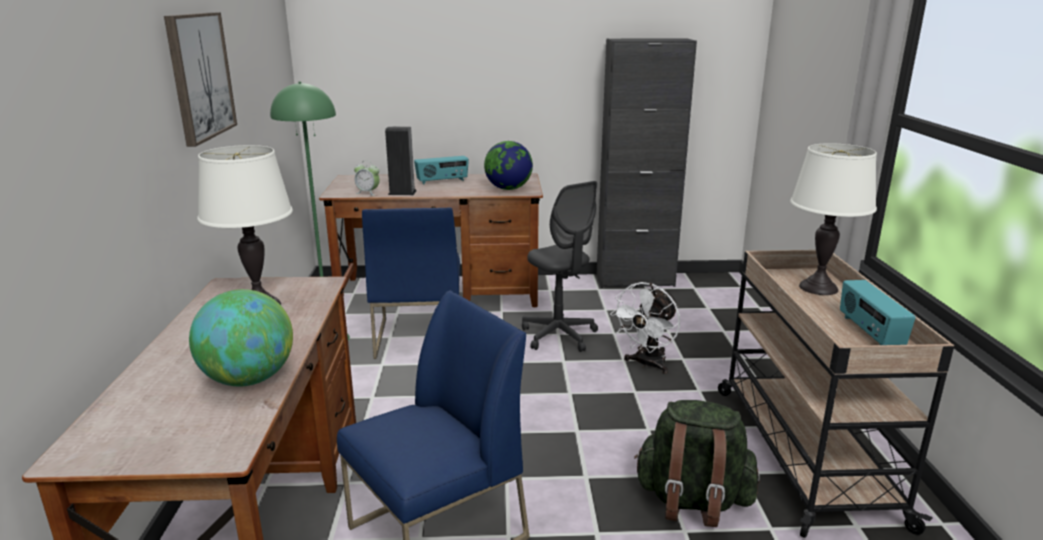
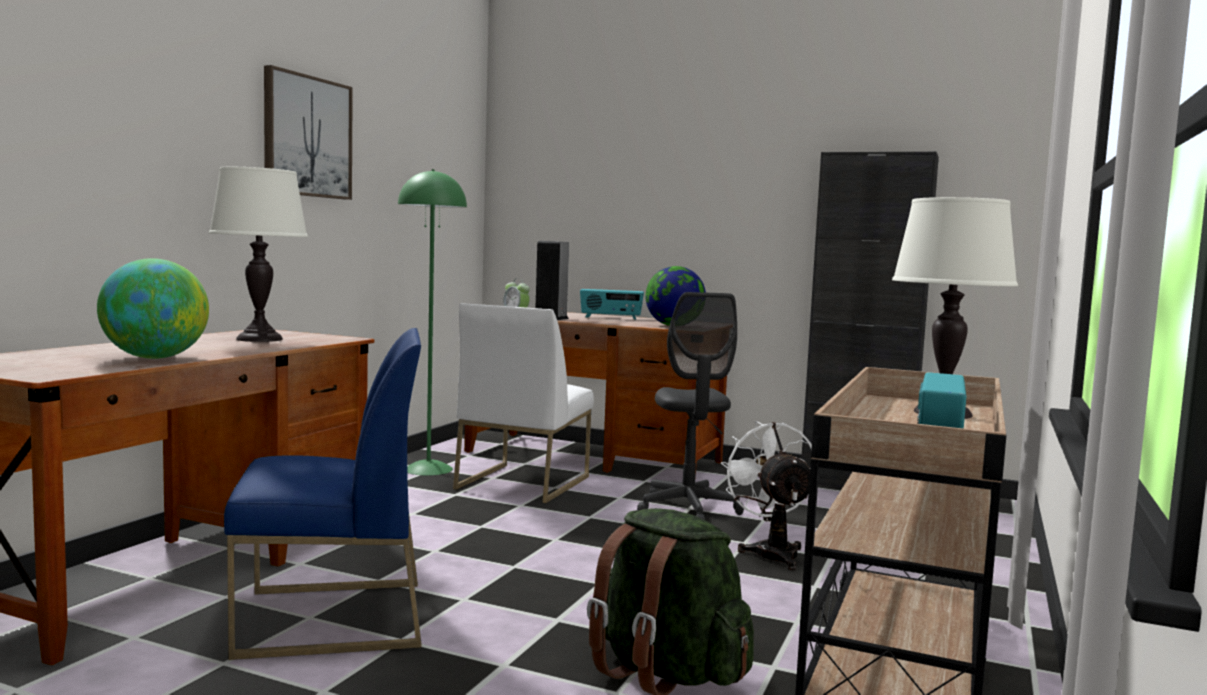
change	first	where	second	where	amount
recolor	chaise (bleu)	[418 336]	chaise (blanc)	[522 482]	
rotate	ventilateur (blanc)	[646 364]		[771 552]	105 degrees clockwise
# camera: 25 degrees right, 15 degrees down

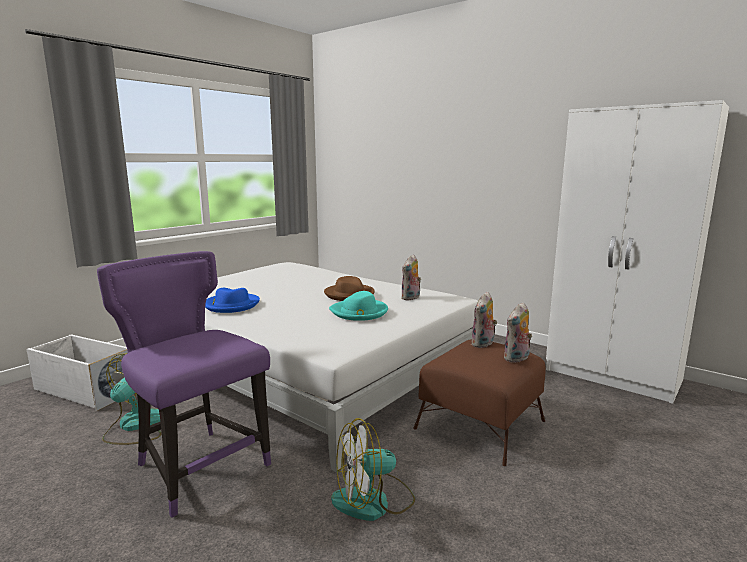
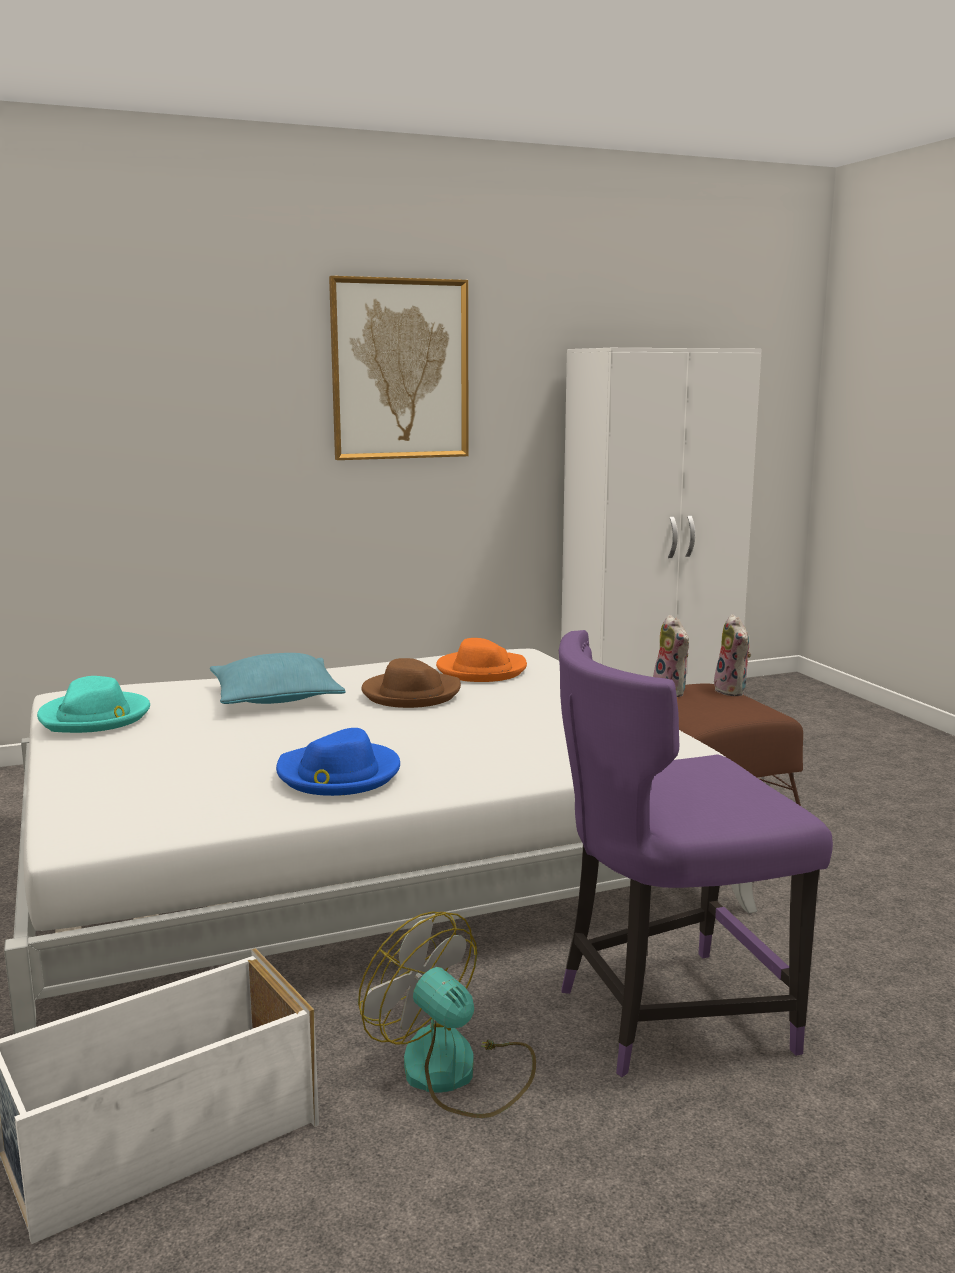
change	first	where	second	where	amount
move	chapeau (turquoise)	[359 312]		[95 717]	
insert			coussin (turquoise)	[276 697]	
insert			tableau	[400 369]	
replace	peluche	[411 298]	chapeau (orange)	[481 670]	
delete	ventilateur	[373 501]			
# camera: 60 degrees left, 0 degrees up

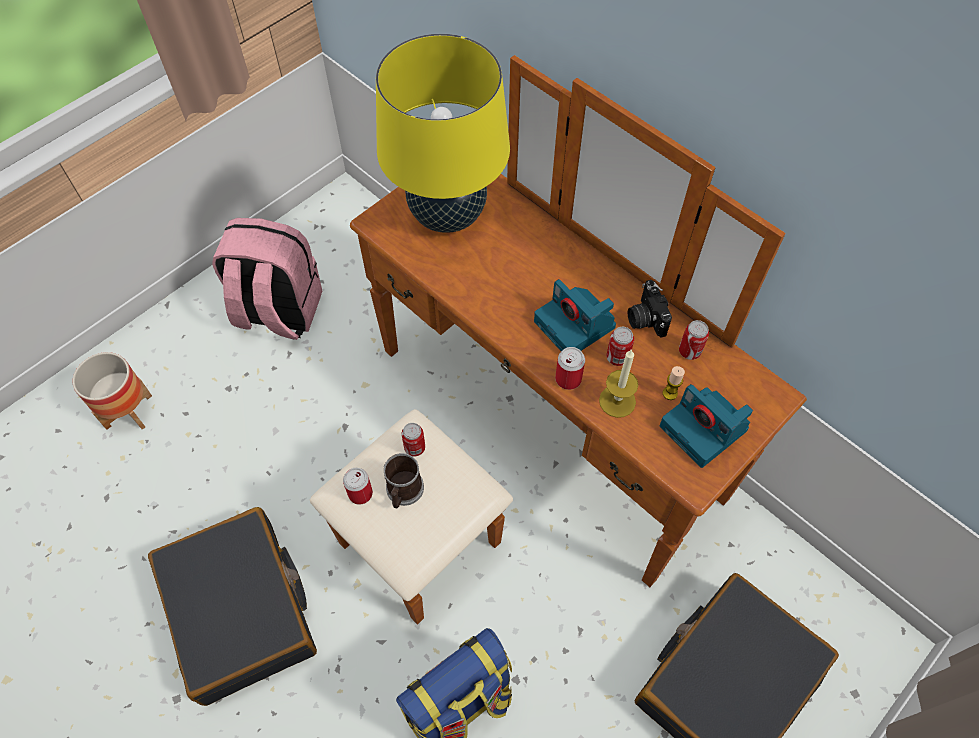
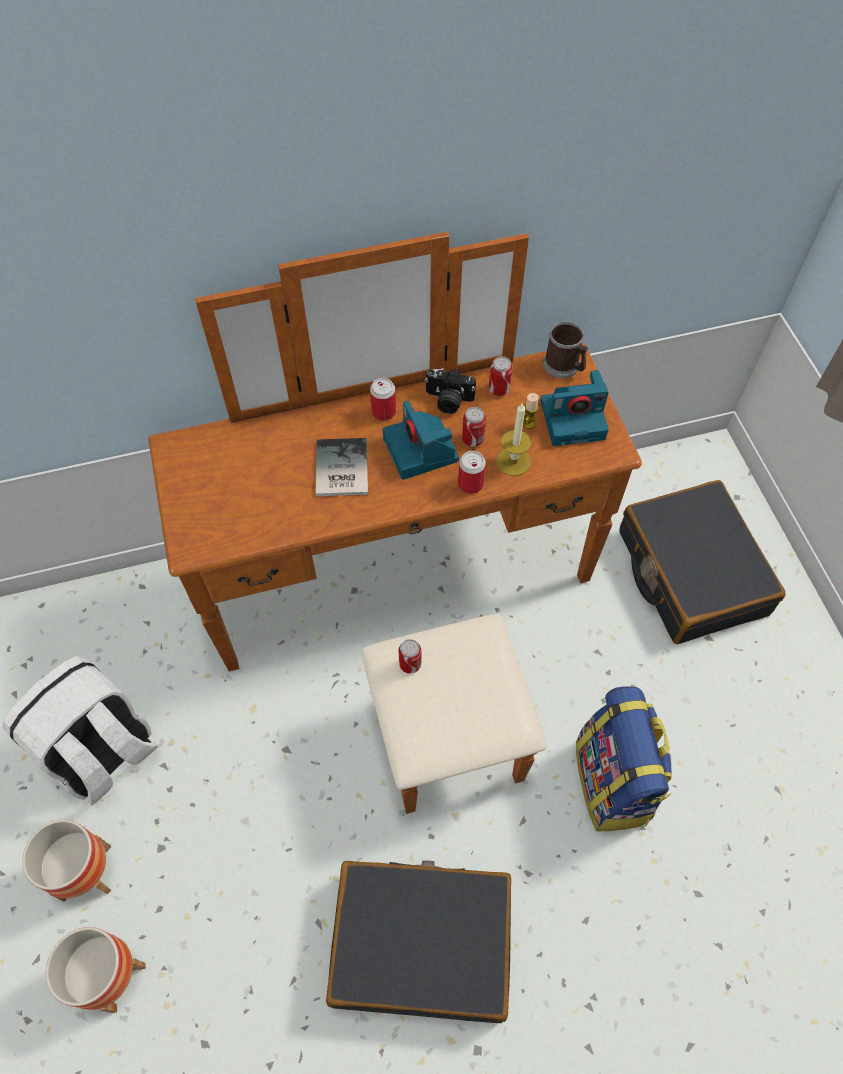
change	first	where	second	where	amount
recolor	sac à dos (rose)	[278 311]	sac à dos (blanc)	[103 753]	
insert			cache-pot	[86 872]	
insert			livre	[339 469]	
move	boîte métallique	[360 493]		[384 412]	
rotate	appareil photo	[576 325]		[422 451]	75 degrees clockwise
move	mug	[403 492]		[564 367]	
delete	lampe de table (jaune)	[447 214]			
# camera: 60 degrees left, 0 degrees up

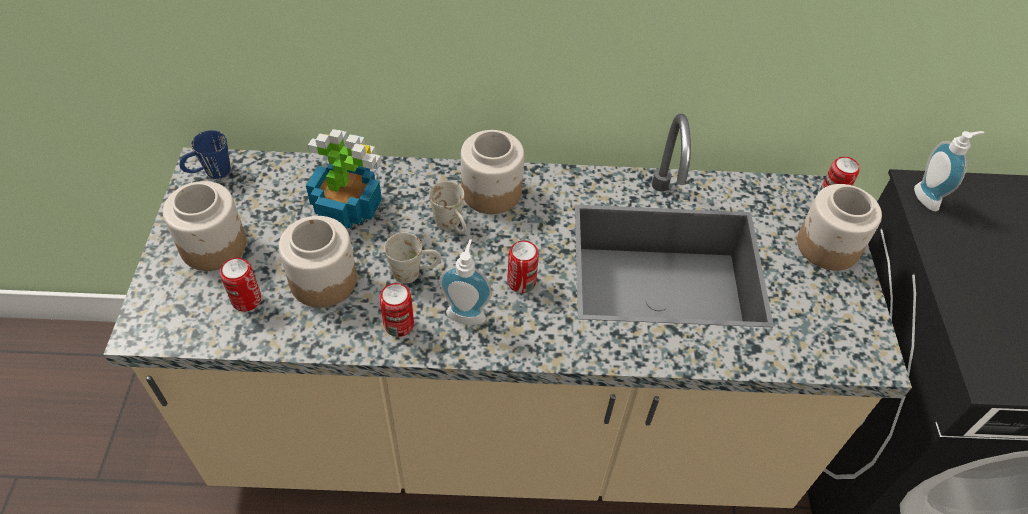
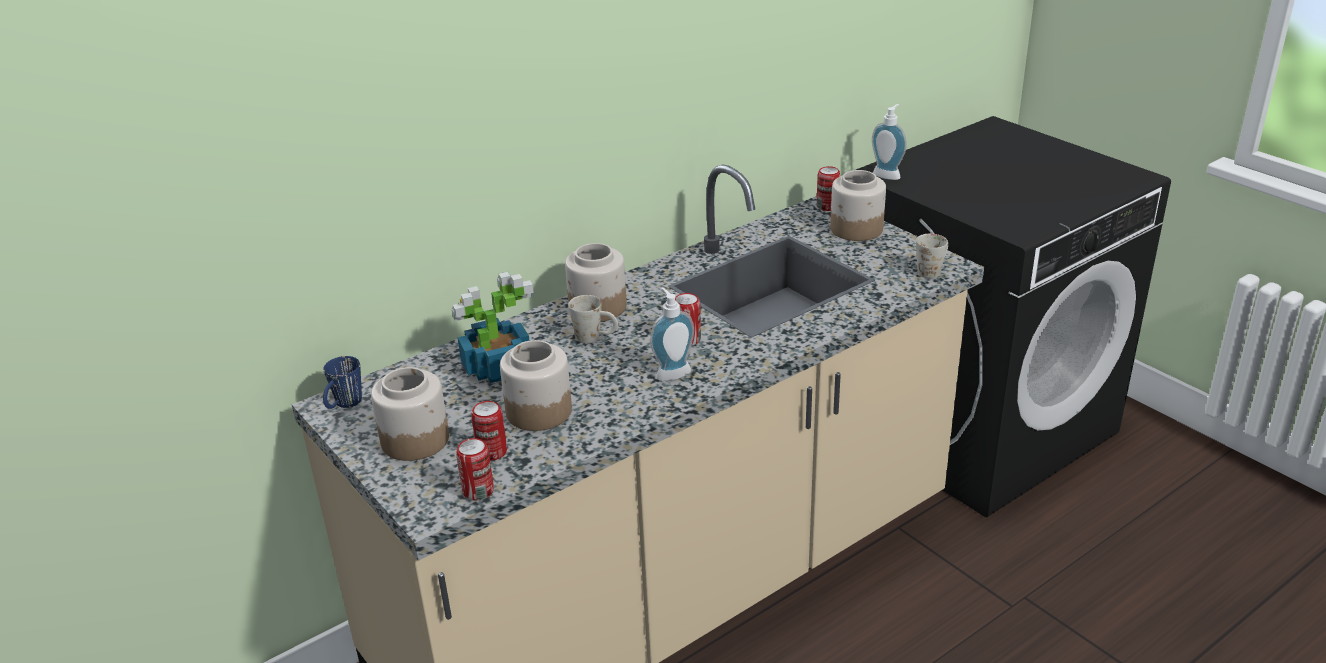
change	first	where	second	where	amount
move	boîte métallique	[399 325]		[478 491]	
move	mug (blanc)	[415 272]		[932 270]	
# camera: 35 degrees left, 20 degrees down

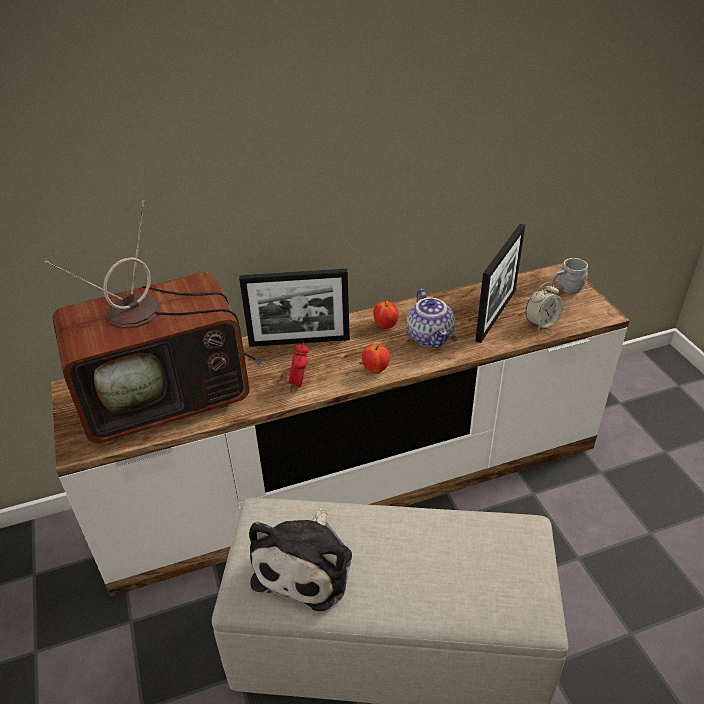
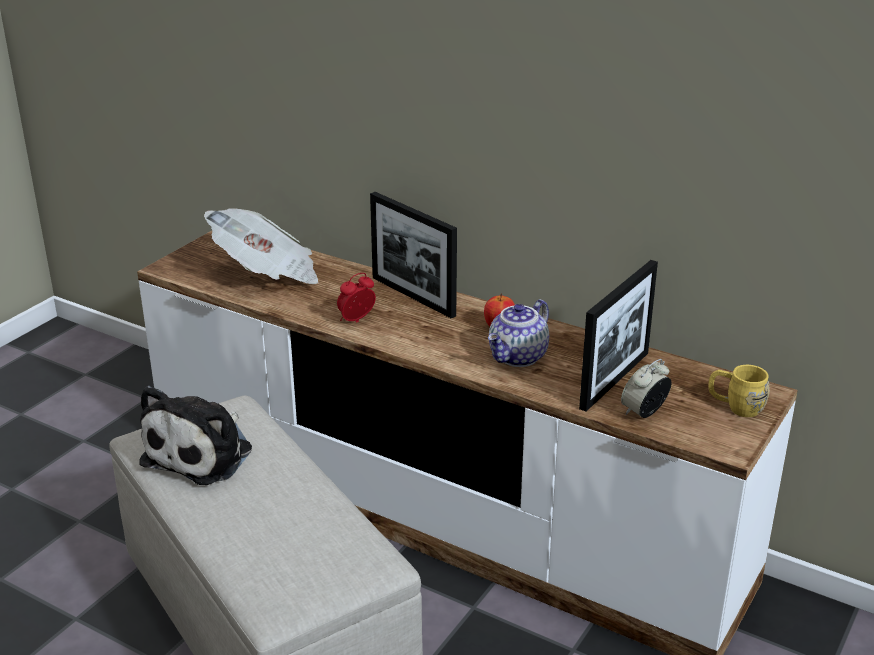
change	first	where	second	where	amount
rotate	peluche	[306 564]		[202 453]	45 degrees counterclockwise
replace	téléviseur	[169 395]	journal	[267 273]	
rotate	cadre photo	[496 315]		[614 380]	45 degrees counterclockwise
rotate	réveil	[541 323]		[644 412]	120 degrees clockwise
recolor	mug (gris)	[565 290]	mug (jaune)	[735 407]	
delete	pomme	[375 370]			
# camera: 50 degrees right, 10 degrees down

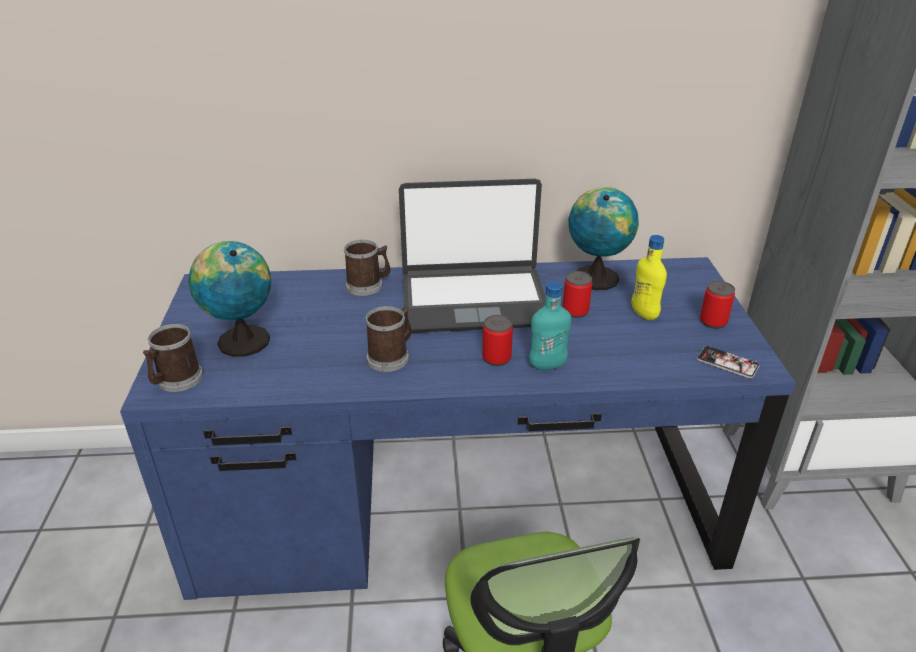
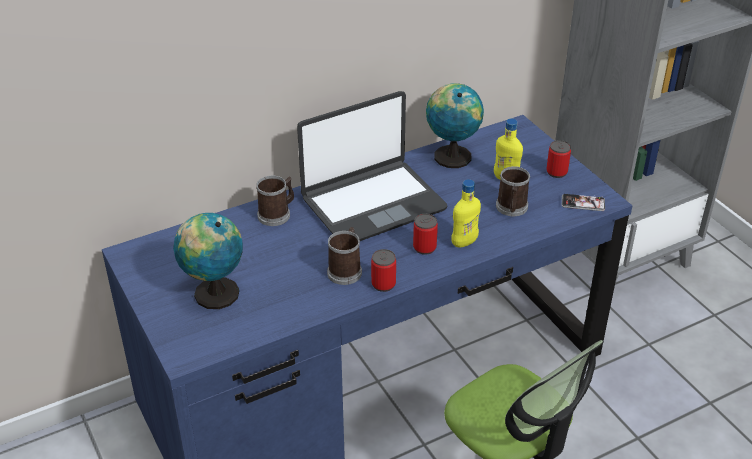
change	first	where	second	where	amount
move	boîte métallique	[575 311]		[383 284]	
recolor	bouteille (turquoise)	[547 365]	bouteille (jaune)	[464 242]	
move	mug	[176 381]		[511 208]	
# camera: 25 degrees left, 5 degrees up

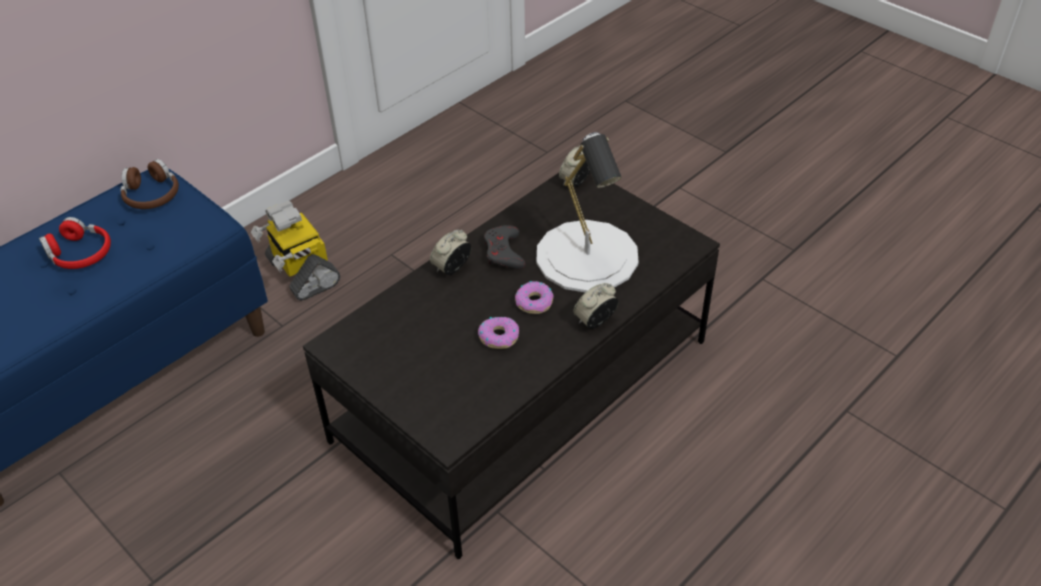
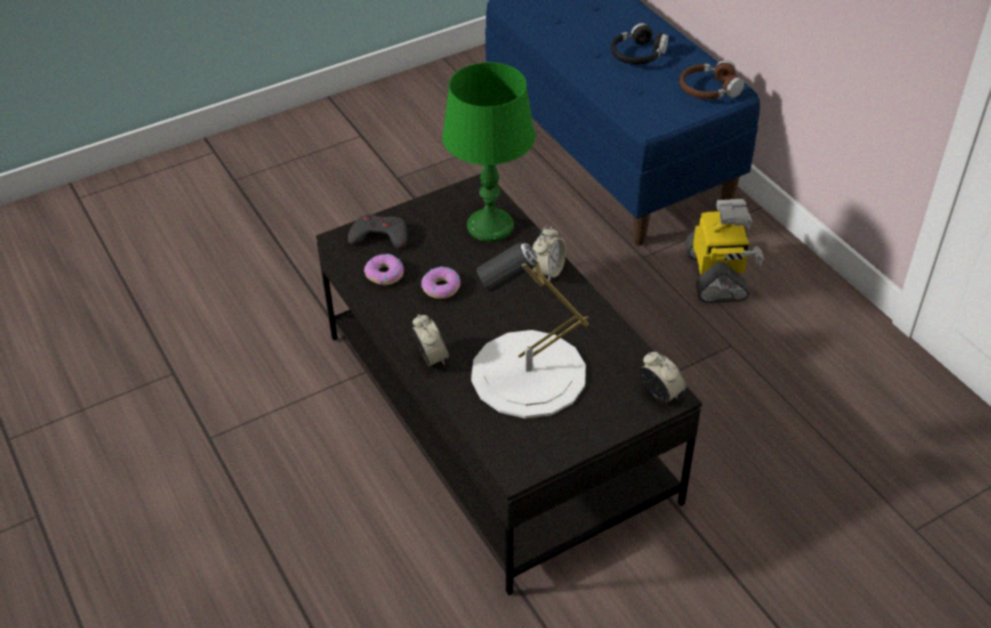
change	first	where	second	where	amount
move	manette (gris)	[504 252]		[379 236]	
move	beignet	[534 302]		[384 274]	
insert			lampe de table (vert)	[490 226]	
rotate	réveil	[452 268]		[547 271]	60 degrees clockwise
recolor	casque audio (rouge)	[80 253]	casque audio (noir)	[638 55]	
rotate	robot jouet	[301 272]		[717 275]	105 degrees clockwise
# camera: 105 degrees right, 0 degrees up

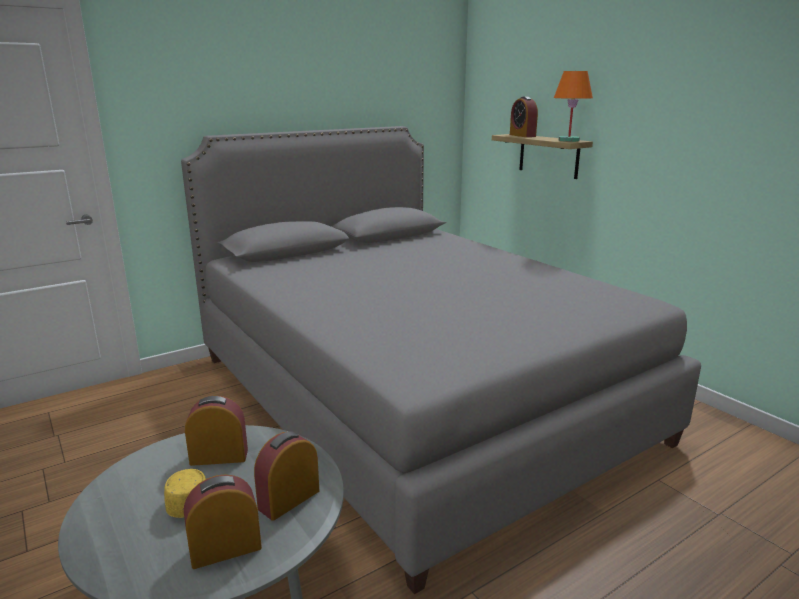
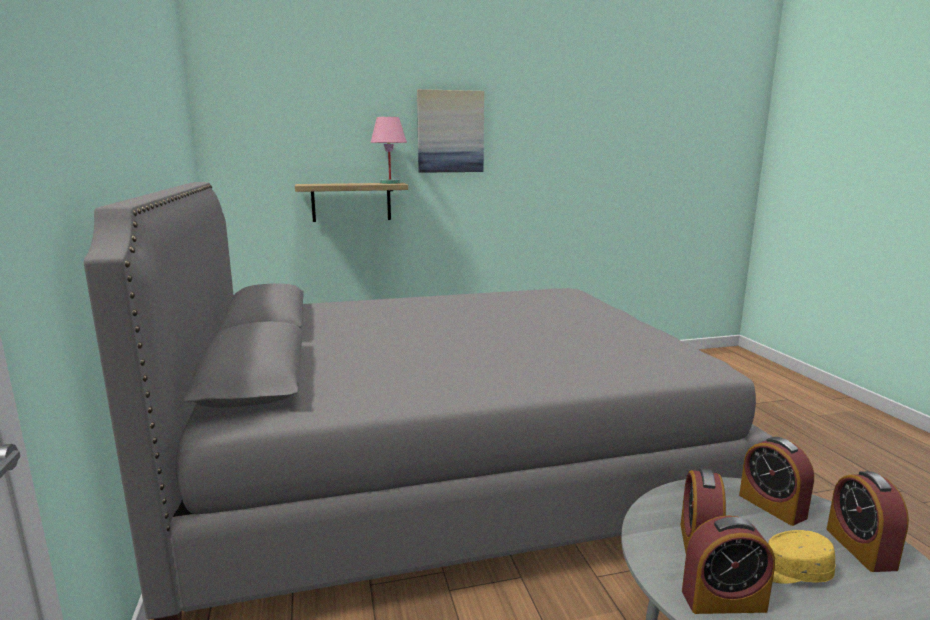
change	first	where	second	where	amount
recolor	lampe de table (orange)	[568 140]	lampe de table (rose)	[389 183]	
insert			tableau	[450 132]	
move	réveil	[522 135]		[723 600]	
# camera: 70 degrees left, 5 degrees down

